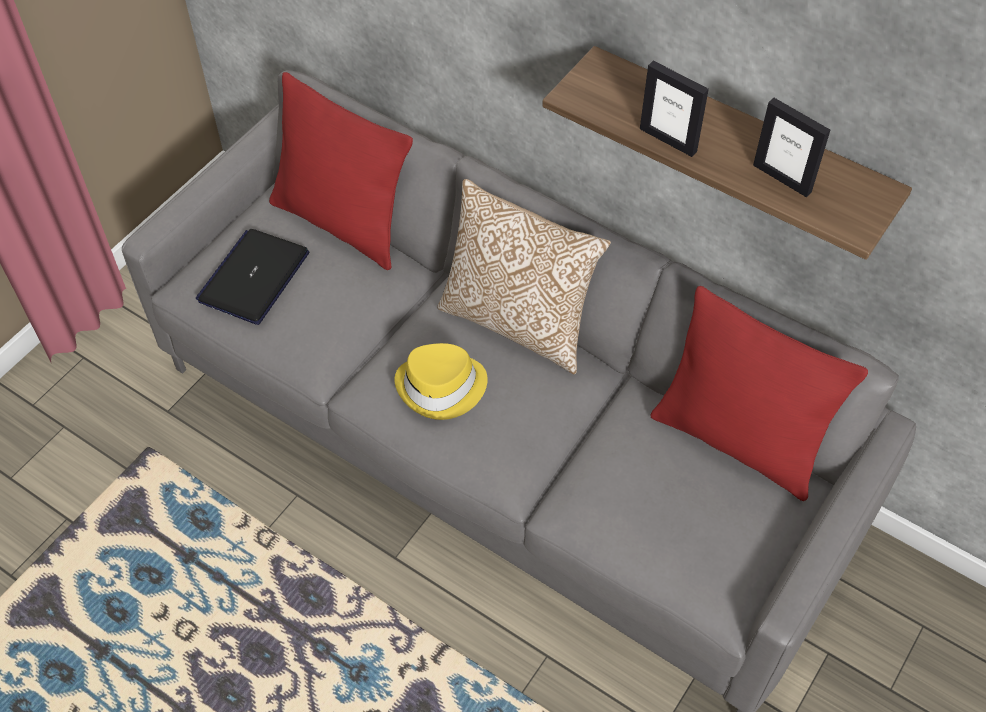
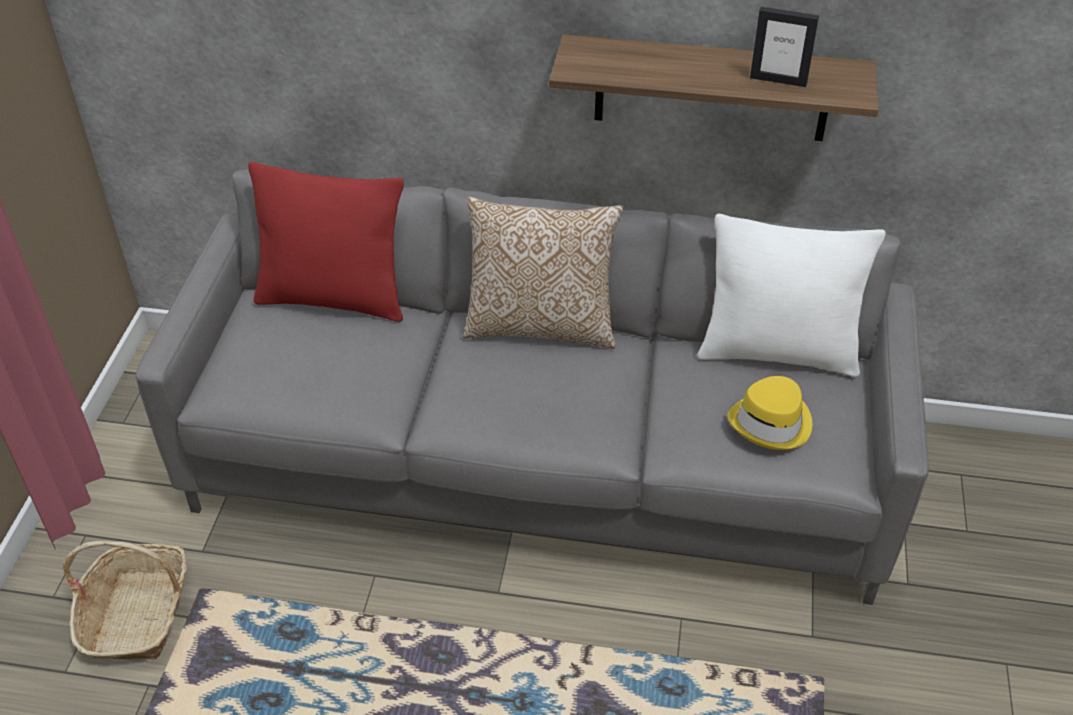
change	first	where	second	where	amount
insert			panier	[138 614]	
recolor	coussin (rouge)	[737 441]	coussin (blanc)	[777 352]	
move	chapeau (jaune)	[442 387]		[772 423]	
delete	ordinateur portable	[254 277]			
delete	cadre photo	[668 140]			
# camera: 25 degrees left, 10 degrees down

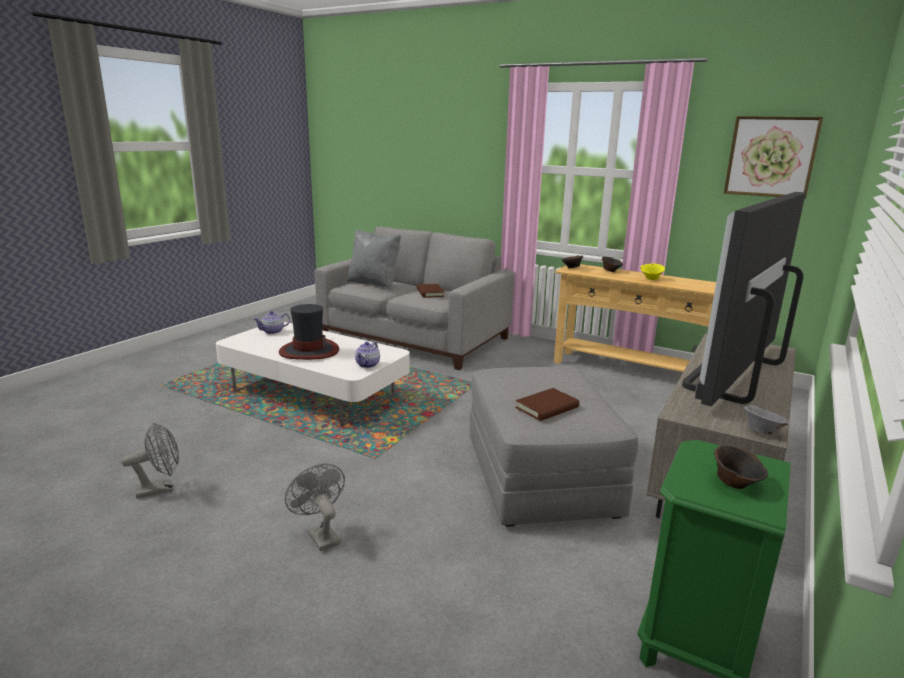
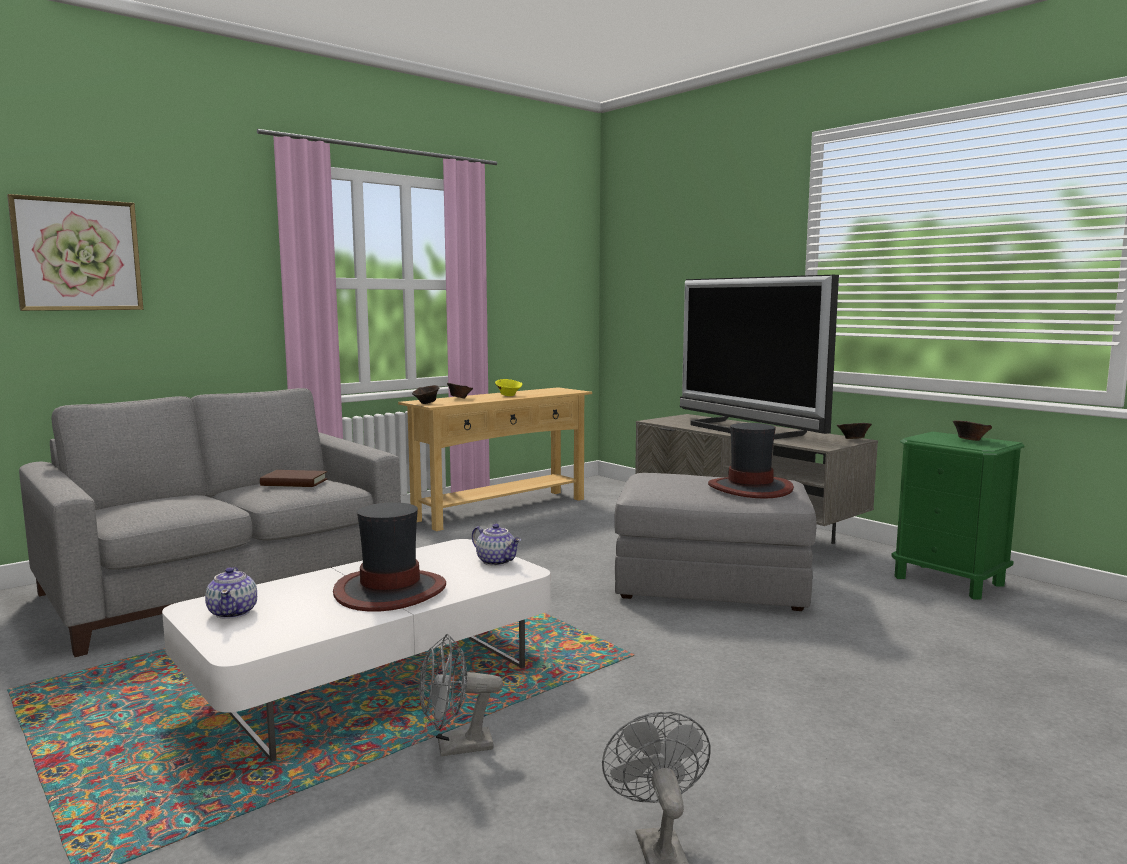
change	first	where	second	where	amount
move	tableau	[771 157]		[78 255]	
move	ventilateur (gris)	[320 535]		[455 747]	
replace	livre (marron)	[547 408]	chapeau	[750 488]	
recolor	bol (gris)	[761 432]	bol (marron)	[853 439]	
delete	coussin (gris)	[374 283]			
# camera: 70 degrees left, 10 degrees down

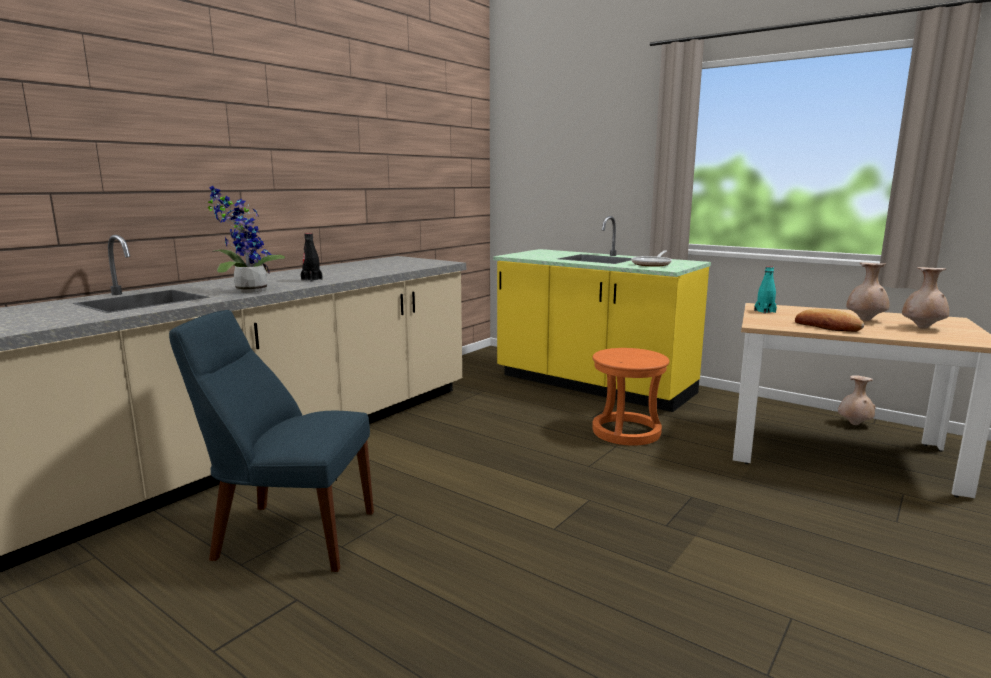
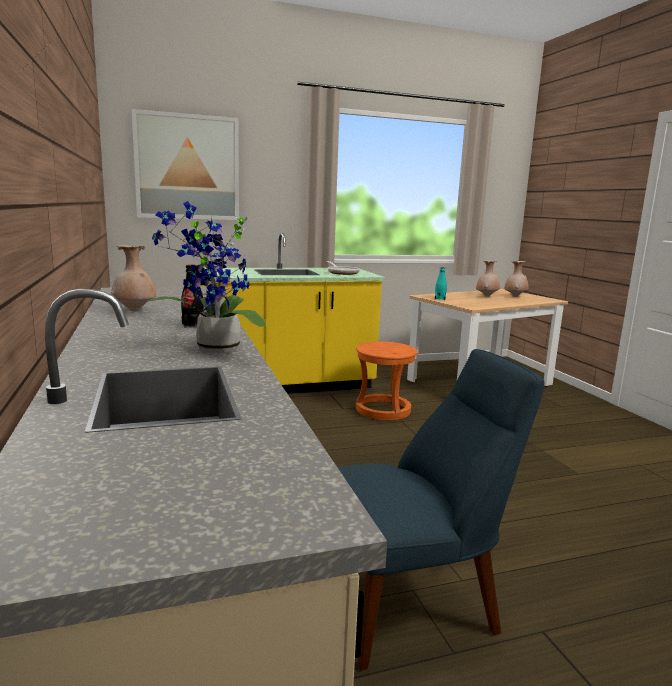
change	first	where	second	where	amount
move	vase (beige)	[854 424]		[135 311]	
insert			tableau	[187 167]	
rotate	chaise (bleu)	[288 535]		[414 604]	150 degrees counterclockwise
delete	pain	[827 327]			
# camera: 55 degrees left, 0 degrees up

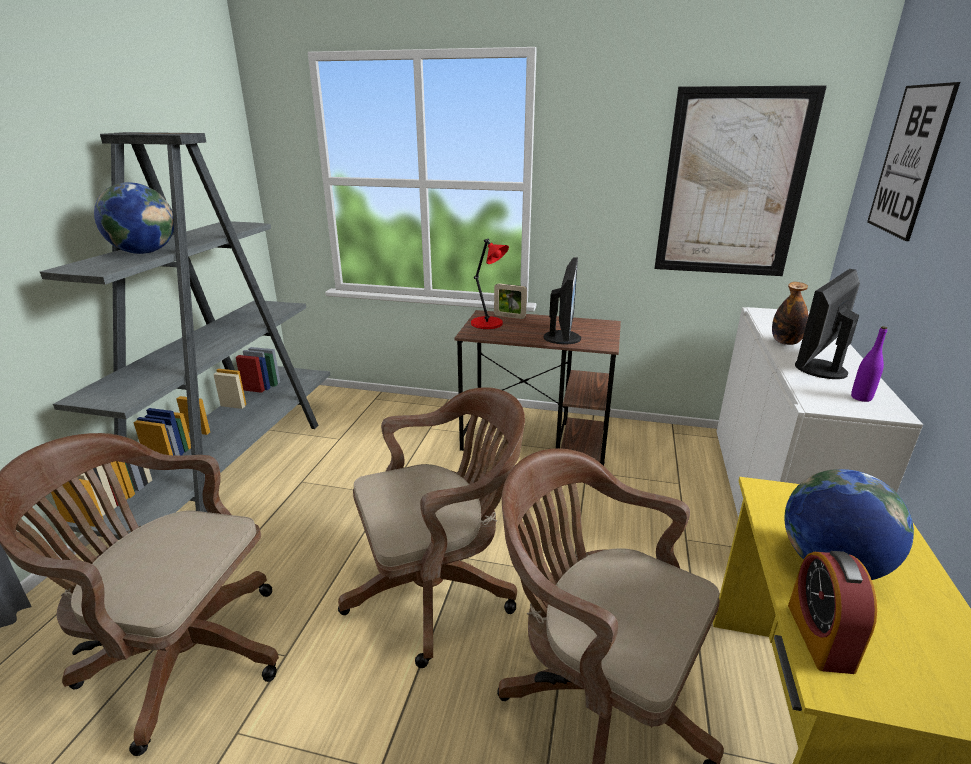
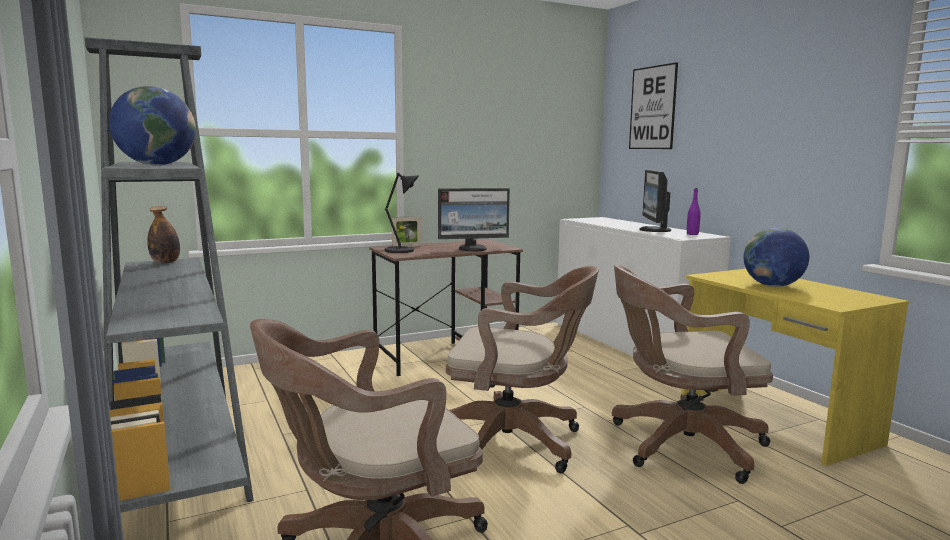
change	first	where	second	where	amount
move	bouteille	[785 342]		[165 262]	
recolor	lampe de table (rouge)	[488 324]	lampe de table (noir)	[401 250]	
rotate	écran d'ordinateur	[563 338]		[473 249]	105 degrees clockwise
rotate	chaise de bureau (marron)	[439 589]		[516 443]	75 degrees clockwise
delete	tableau	[732 185]			
delete	réveil	[819 637]			
# camera: 40 degrees left, 15 degrees down

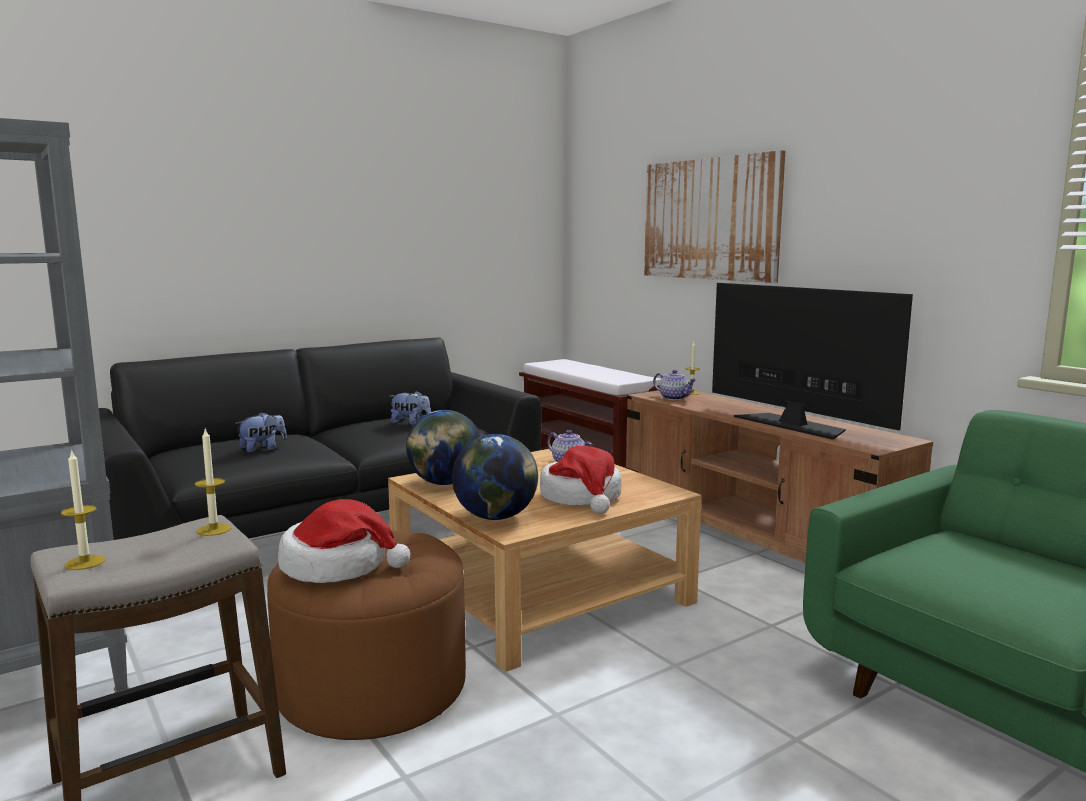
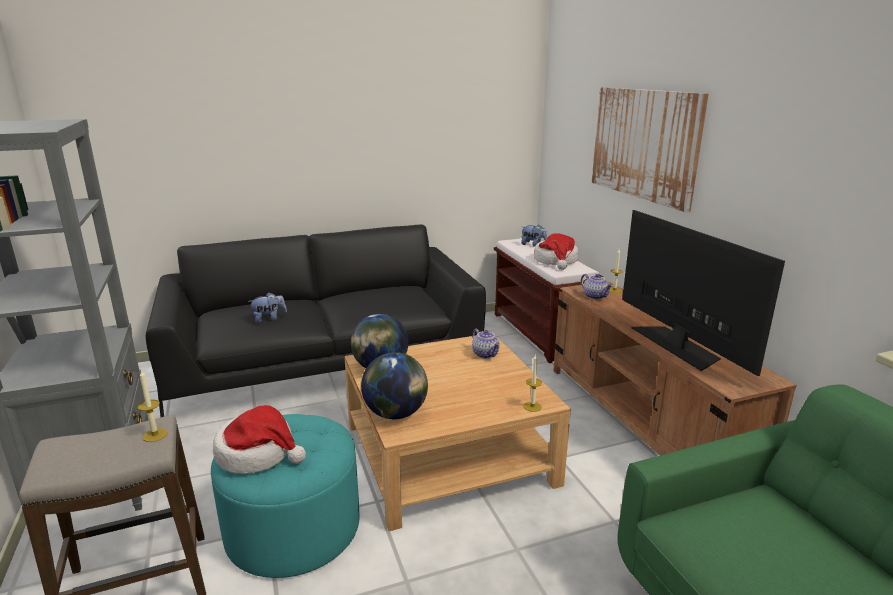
change	first	where	second	where	amount
recolor	pouf (marron)	[372 687]	pouf (turquoise)	[293 528]	
move	peluche	[410 423]		[533 245]	
move	bougie	[85 562]		[532 406]	
move	chapeau	[582 497]		[556 261]	
# camera: 15 degrees right, 10 degrees up

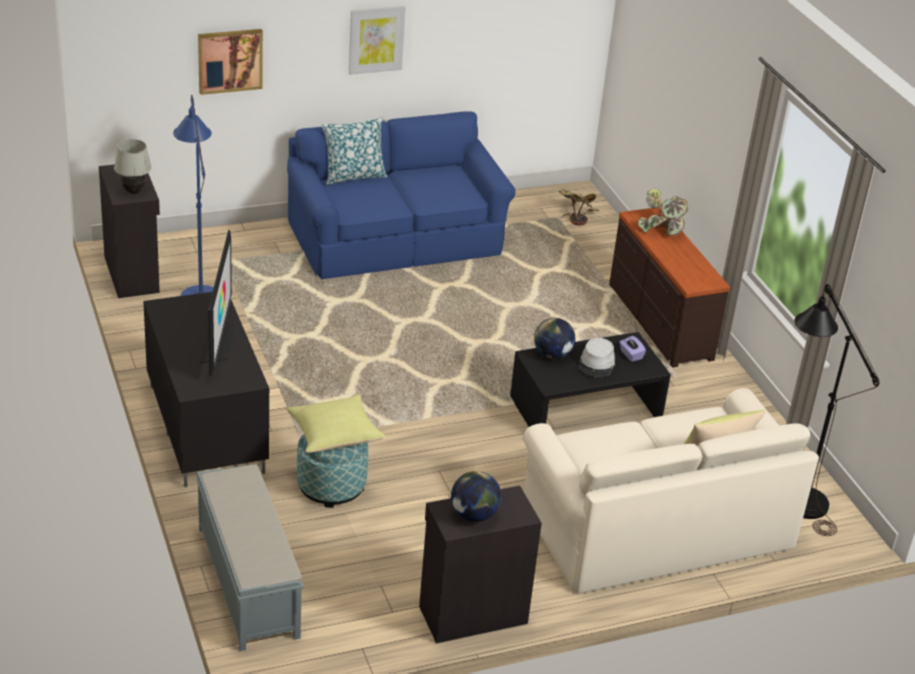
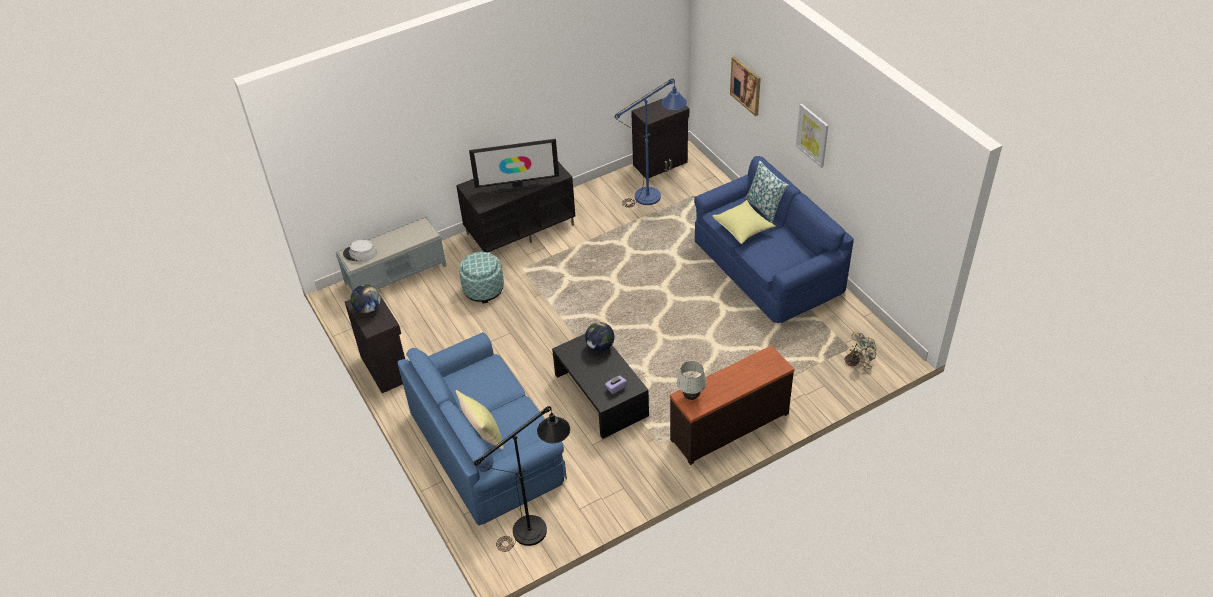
change	first	where	second	where	amount
move	chapeau (gris)	[596 364]		[360 254]	
recolor	canapé (beige)	[655 523]	canapé (bleu)	[486 445]	
move	lampe de table (blanc)	[133 191]		[691 396]	
move	coussin (jaune)	[335 436]		[743 229]	
delete	plante en pot	[662 230]			
# camera: 85 degrees right, 10 degrees up

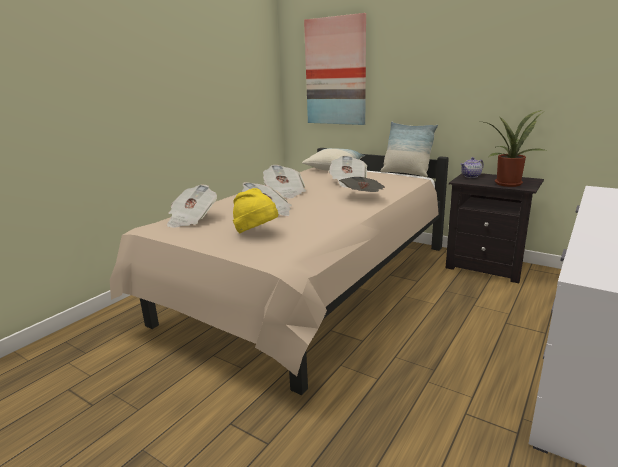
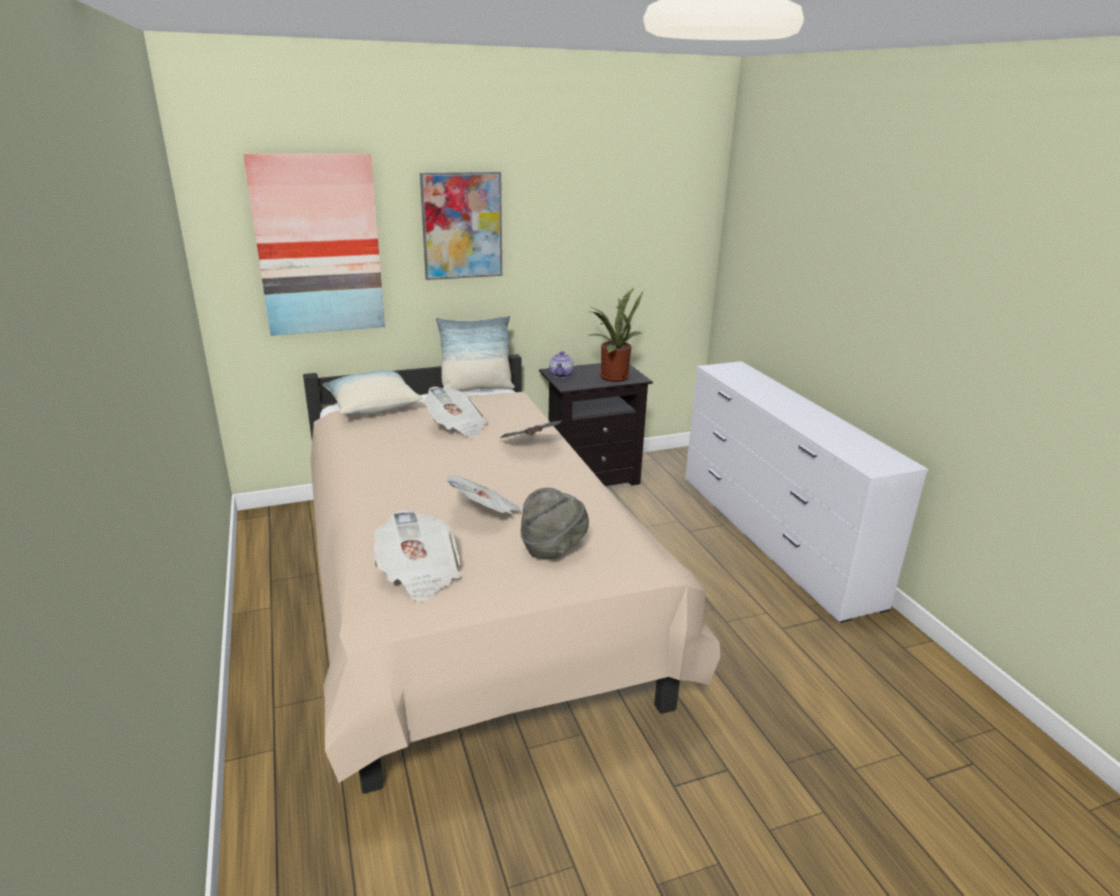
change	first	where	second	where	amount
insert			tableau	[462 225]	
recolor	chapeau (jaune)	[256 233]	chapeau (gris)	[553 548]	
delete	journal	[285 193]			
# camera: 55 degrees left, 5 degrees up

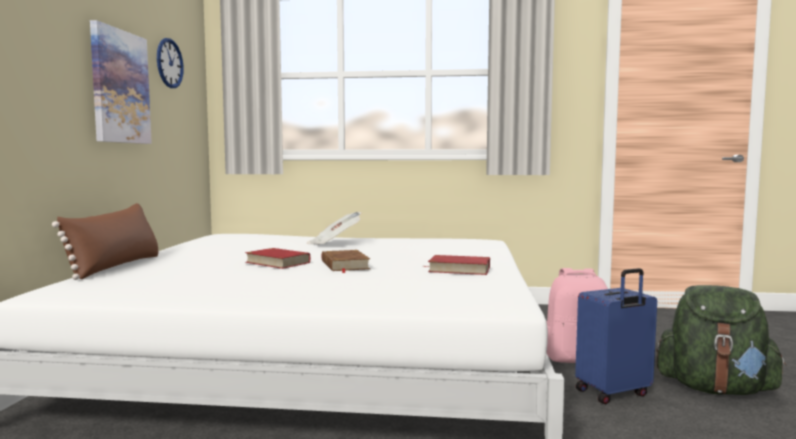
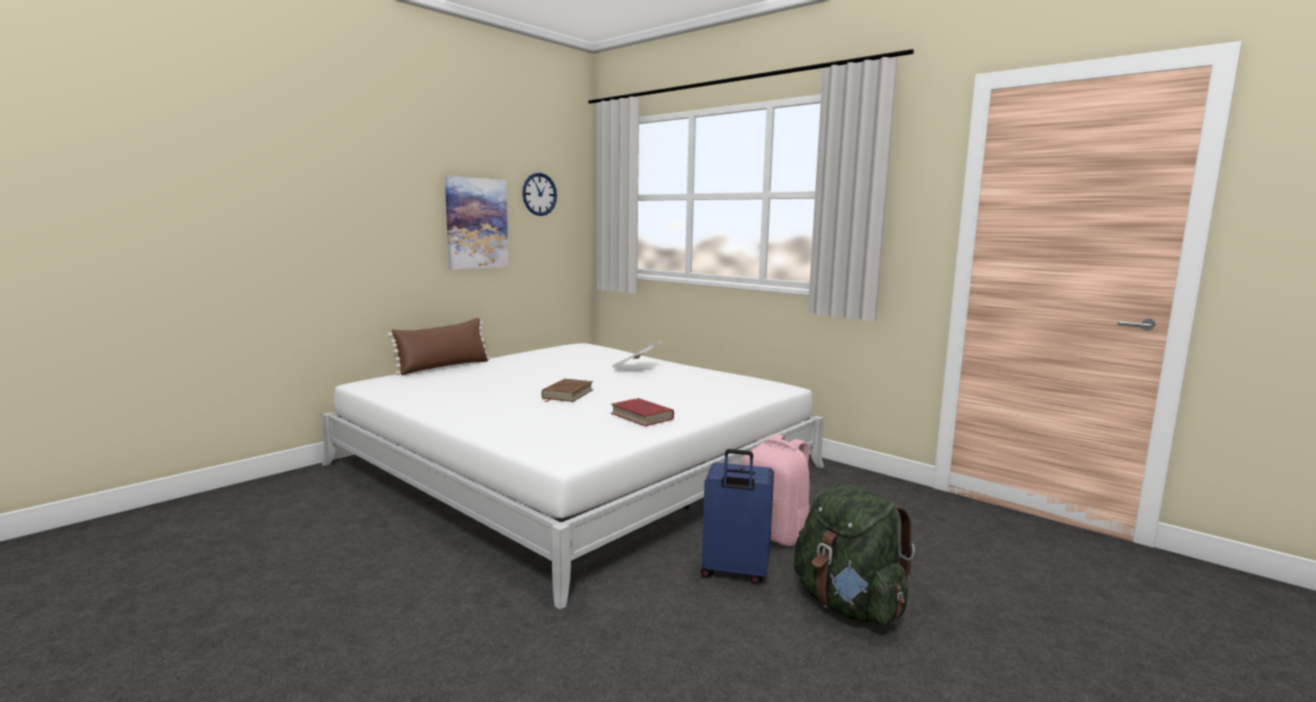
change	first	where	second	where	amount
delete	livre (rouge)	[277 262]			
# camera: 35 degrees right, 5 degrees up

